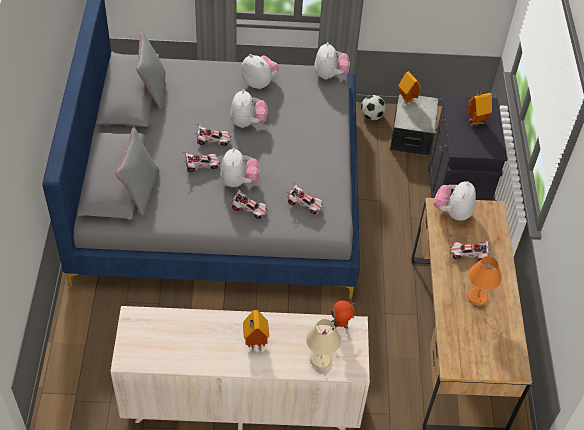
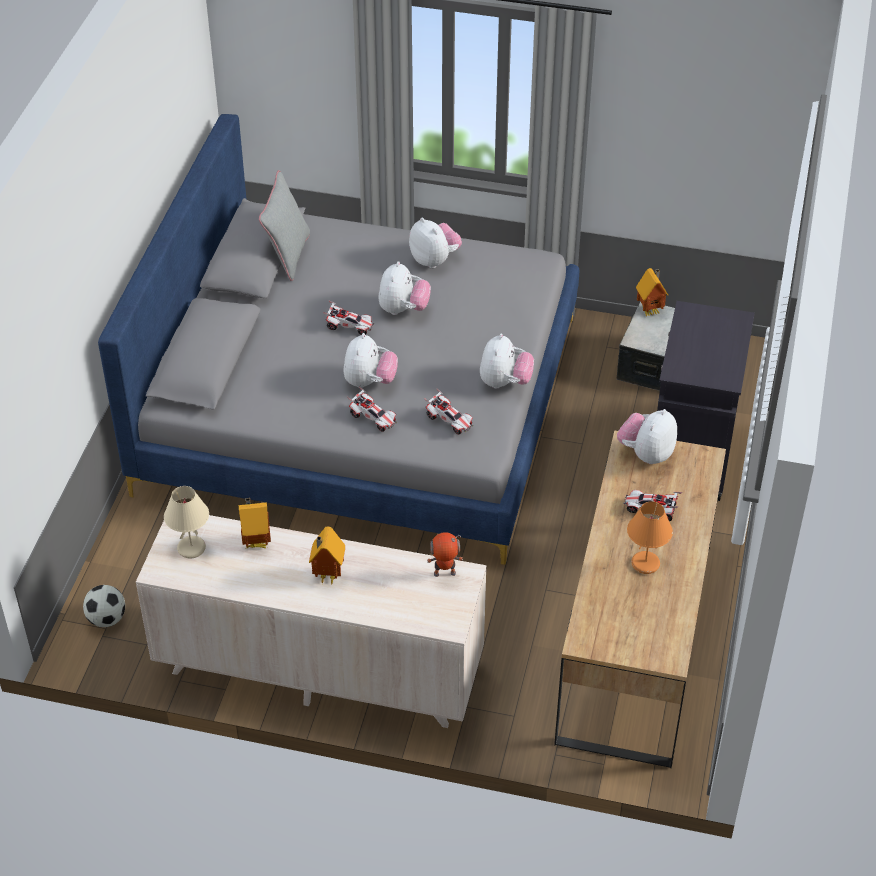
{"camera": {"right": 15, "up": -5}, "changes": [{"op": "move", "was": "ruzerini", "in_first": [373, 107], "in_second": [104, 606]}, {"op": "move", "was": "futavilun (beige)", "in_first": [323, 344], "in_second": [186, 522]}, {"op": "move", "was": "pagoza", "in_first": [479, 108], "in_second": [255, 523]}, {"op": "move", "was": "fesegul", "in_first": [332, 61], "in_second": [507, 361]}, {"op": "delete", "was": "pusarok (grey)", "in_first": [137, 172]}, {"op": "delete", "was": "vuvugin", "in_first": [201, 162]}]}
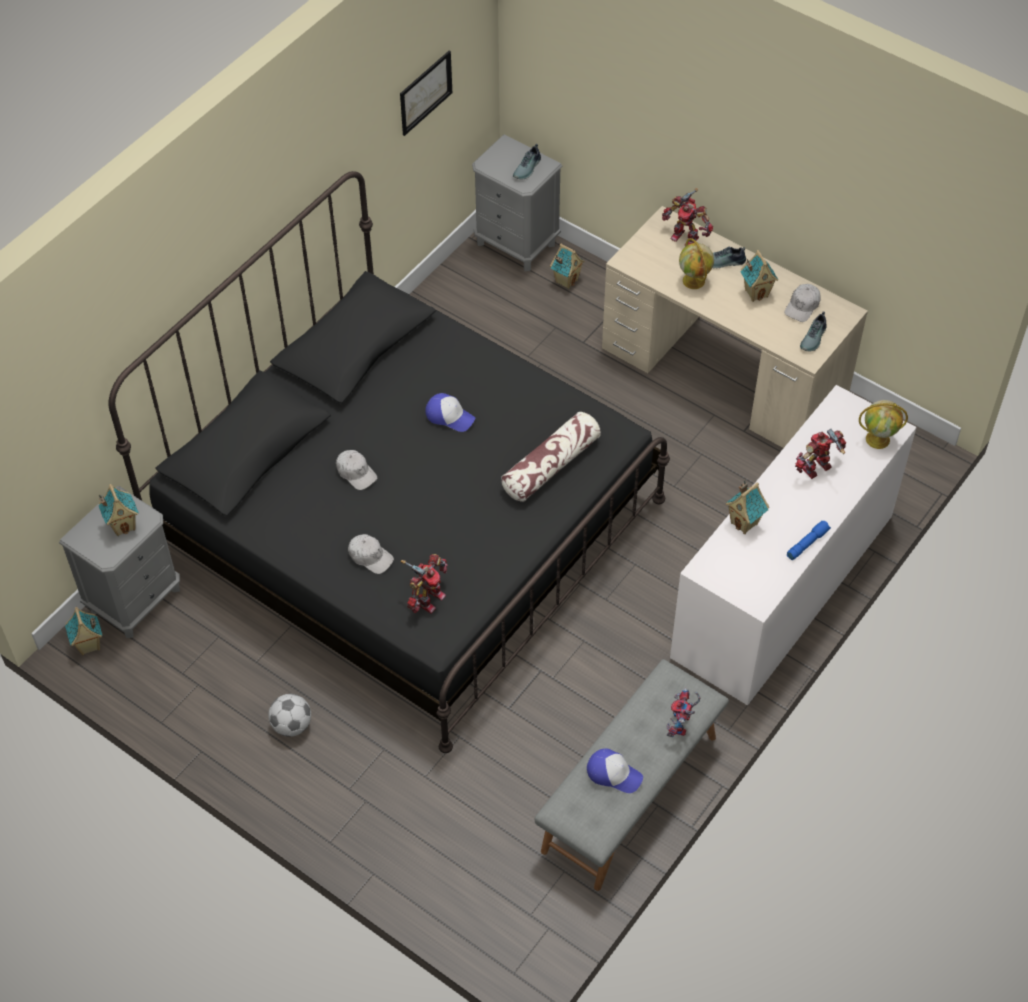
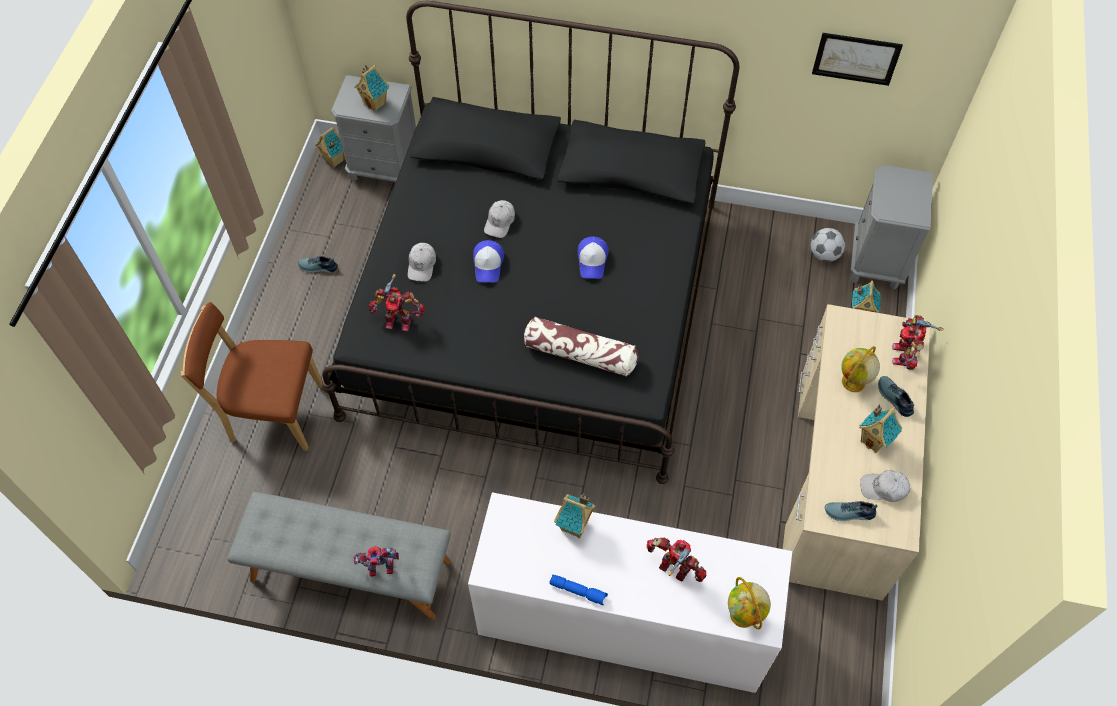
{"camera": {"right": 65, "up": 5}, "changes": [{"op": "insert", "now": "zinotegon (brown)", "in_second": [252, 376]}, {"op": "move", "was": "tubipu", "in_first": [527, 161], "in_second": [318, 264]}, {"op": "move", "was": "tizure", "in_first": [615, 770], "in_second": [488, 261]}, {"op": "move", "was": "ruzerini", "in_first": [289, 715], "in_second": [828, 245]}]}
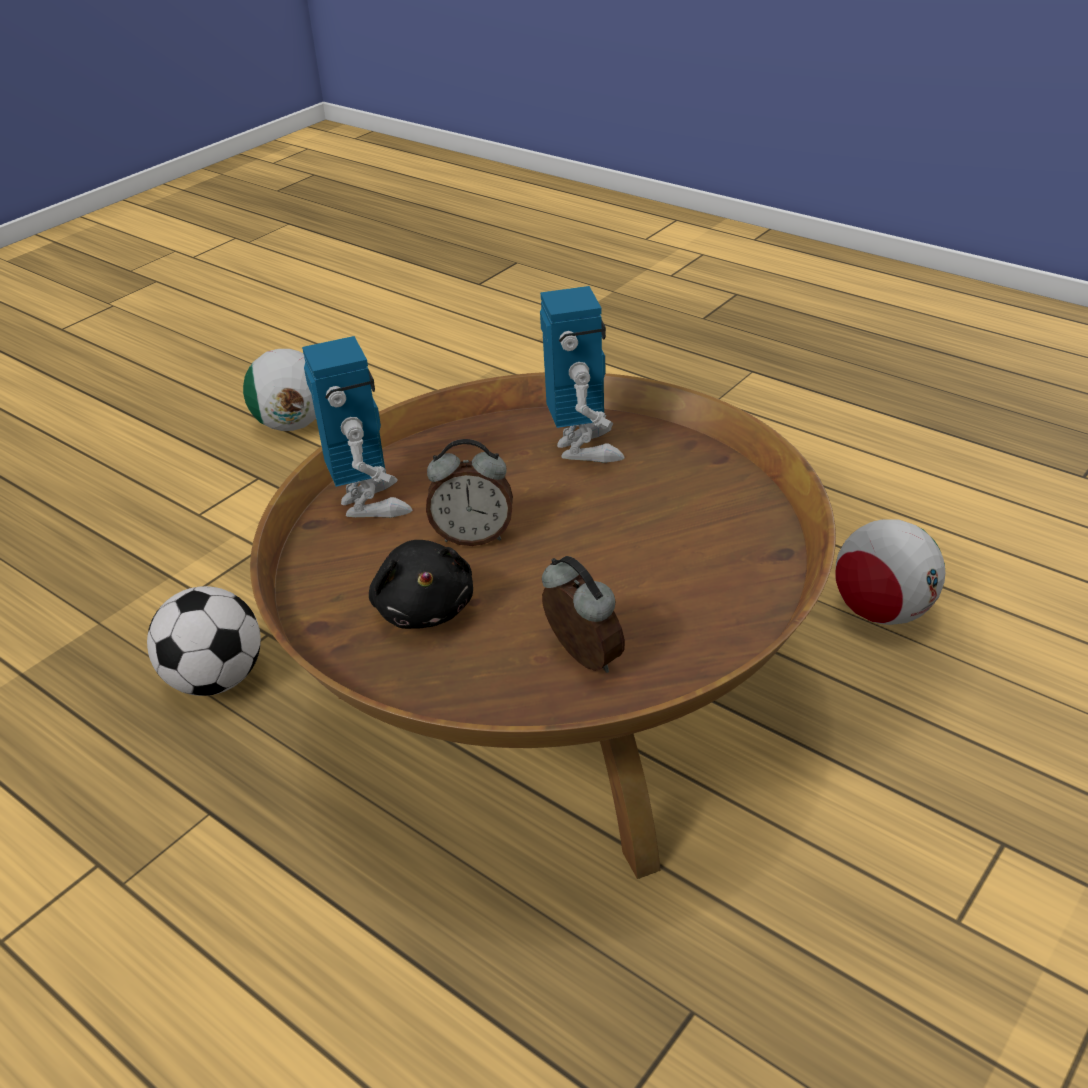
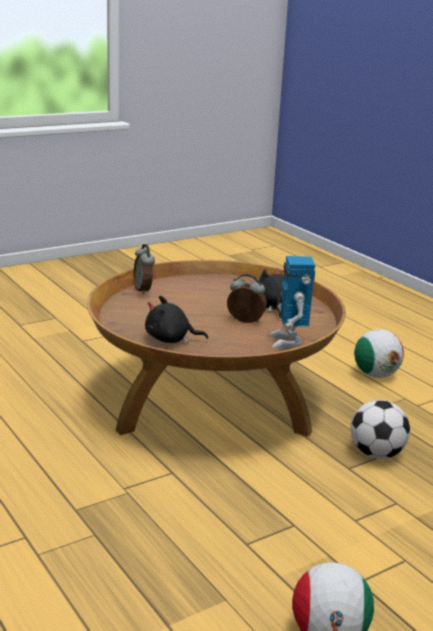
{"camera": {"right": -165, "up": -15}, "changes": [{"op": "move", "was": "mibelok", "in_first": [583, 614], "in_second": [144, 269]}, {"op": "replace", "was": "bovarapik", "now": "fesegul (black)", "in_first": [582, 374], "in_second": [176, 319]}, {"op": "move", "was": "ruzerini", "in_first": [890, 572], "in_second": [379, 353]}]}
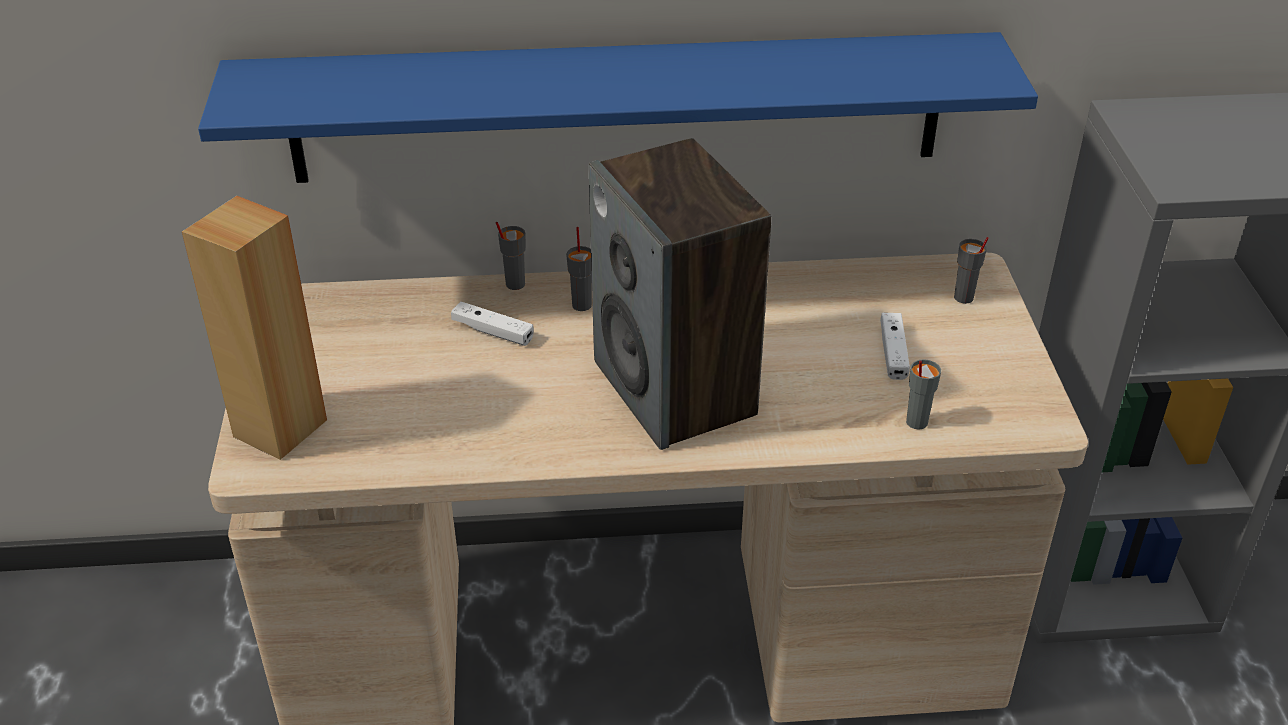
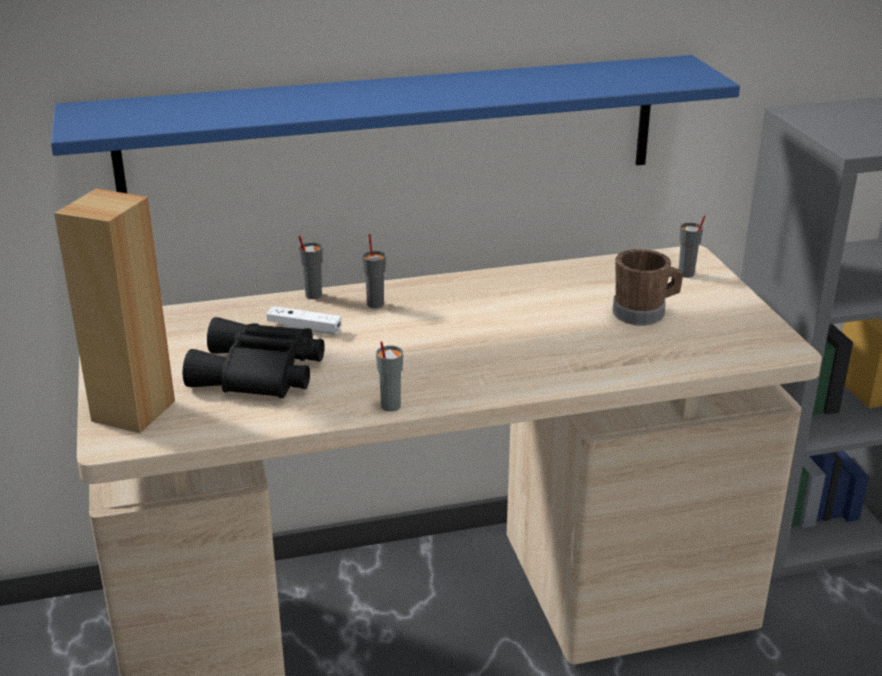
{"camera": {"right": -10, "up": -10}, "changes": [{"op": "insert", "now": "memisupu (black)", "in_second": [254, 357]}, {"op": "move", "was": "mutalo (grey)", "in_first": [923, 394], "in_second": [389, 376]}, {"op": "replace", "was": "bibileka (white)", "now": "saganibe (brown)", "in_first": [895, 346], "in_second": [648, 287]}, {"op": "delete", "was": "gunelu", "in_first": [680, 294]}]}
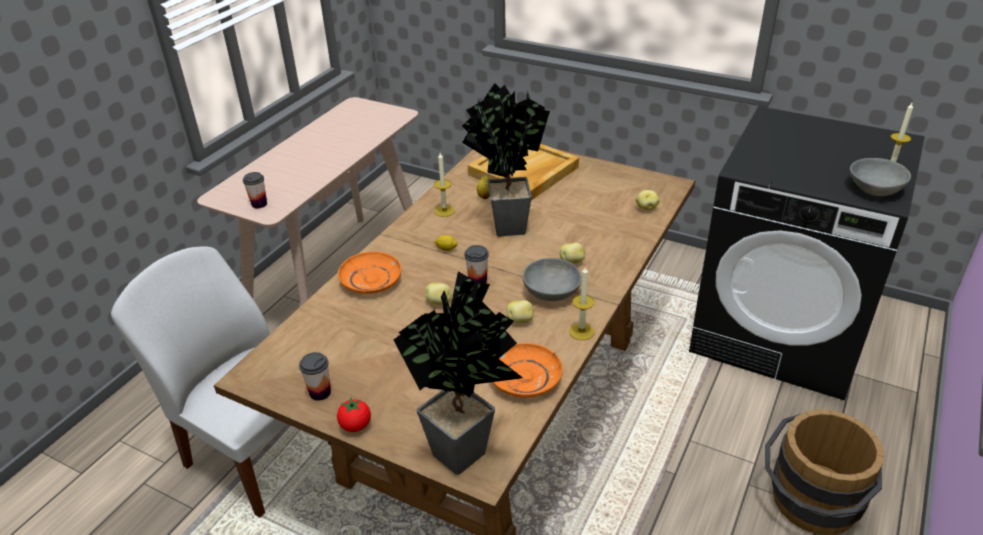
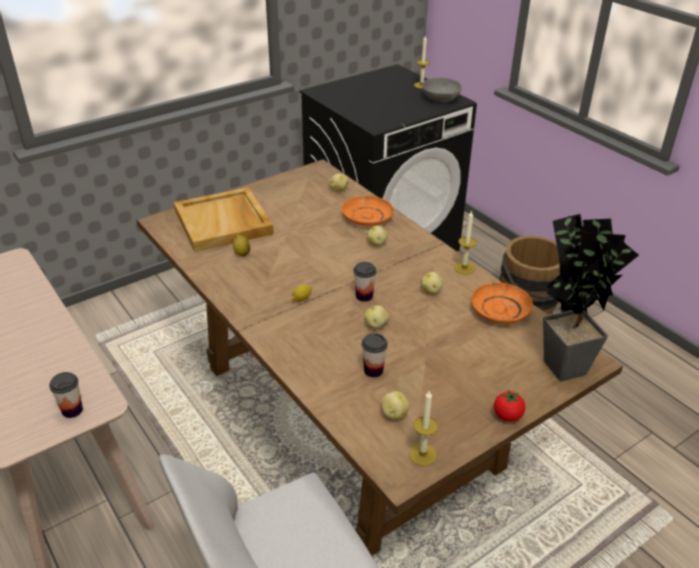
{"camera": {"right": -65, "up": 0}, "changes": [{"op": "move", "was": "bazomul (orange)", "in_first": [370, 273], "in_second": [368, 211]}, {"op": "move", "was": "mutalo", "in_first": [315, 376], "in_second": [375, 355]}, {"op": "insert", "now": "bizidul", "in_second": [395, 405]}, {"op": "move", "was": "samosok", "in_first": [444, 185], "in_second": [423, 428]}, {"op": "delete", "was": "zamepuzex", "in_first": [506, 159]}, {"op": "delete", "was": "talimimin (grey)", "in_first": [552, 279]}]}
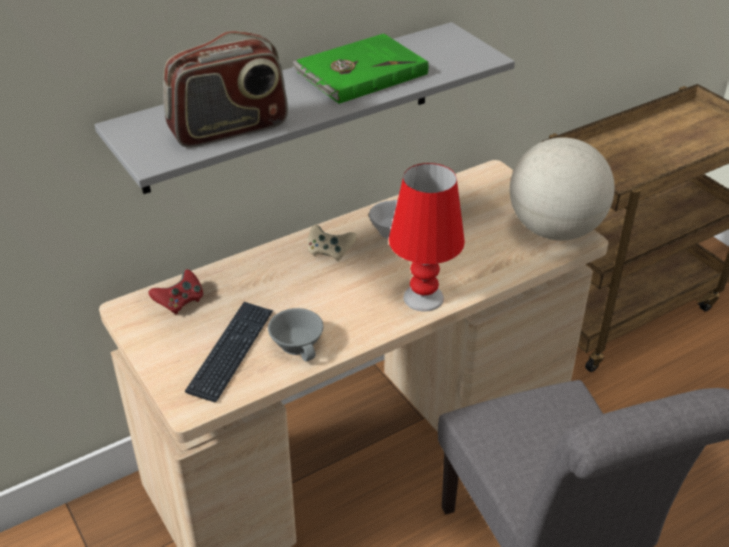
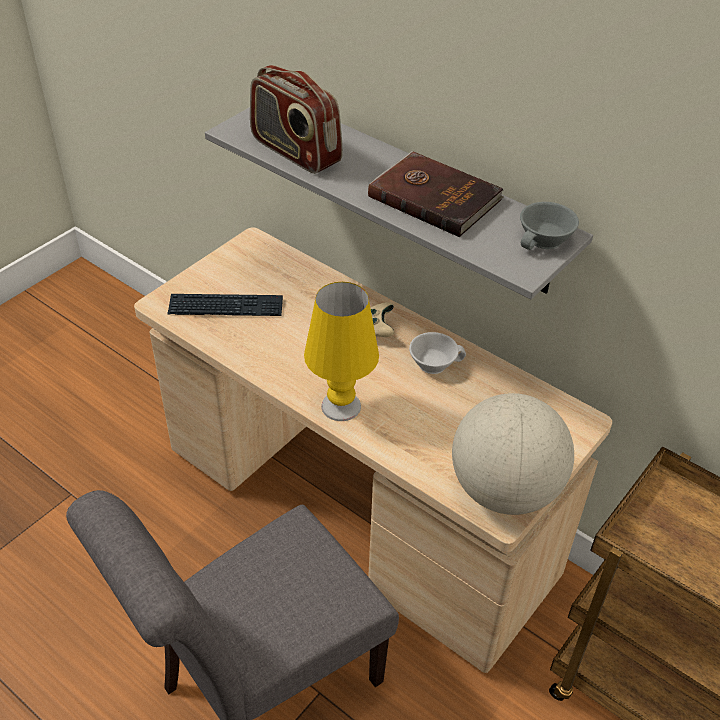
{"camera": {"right": 70, "up": 5}, "changes": [{"op": "recolor", "was": "futavilun (red)", "now": "futavilun (yellow)", "in_first": [427, 237], "in_second": [341, 351]}, {"op": "recolor", "was": "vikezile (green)", "now": "vikezile (brown)", "in_first": [360, 68], "in_second": [436, 194]}, {"op": "move", "was": "mutalo (grey)", "in_first": [296, 335], "in_second": [549, 226]}, {"op": "delete", "was": "bibileka (red)", "in_first": [176, 292]}]}
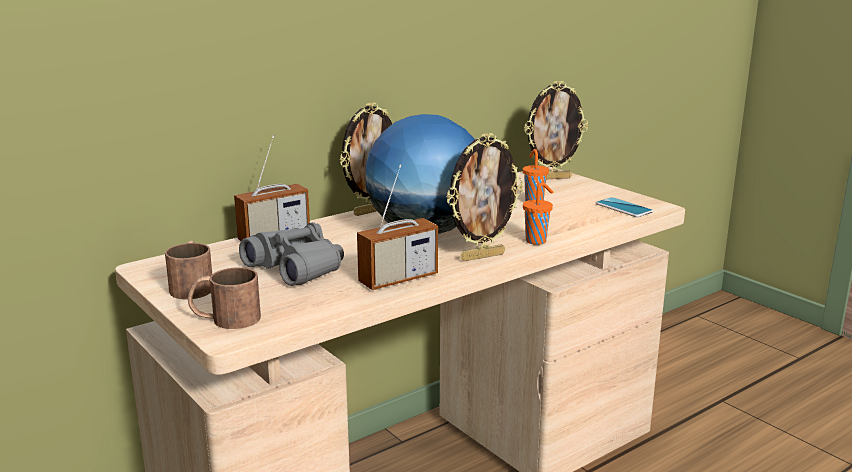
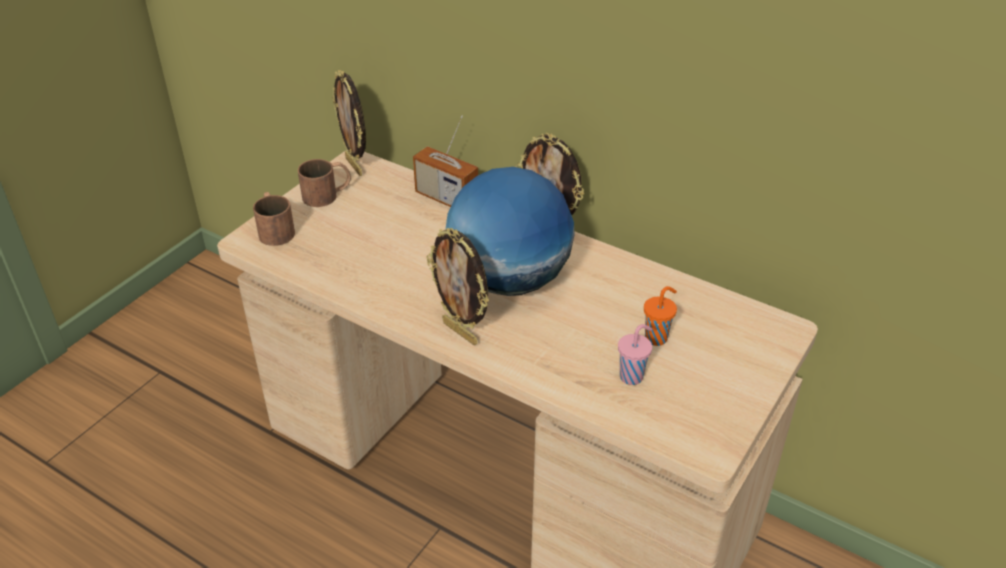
{"camera": {"right": 70, "up": 20}, "changes": [{"op": "move", "was": "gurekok", "in_first": [556, 129], "in_second": [349, 123]}, {"op": "insert", "now": "mutalo (pink)", "in_second": [635, 354]}, {"op": "delete", "was": "memisupu (grey)", "in_first": [291, 254]}, {"op": "delete", "was": "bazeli", "in_first": [397, 227]}, {"op": "delete", "was": "mutalo (orange)", "in_first": [538, 214]}, {"op": "delete", "was": "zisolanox", "in_first": [625, 207]}]}
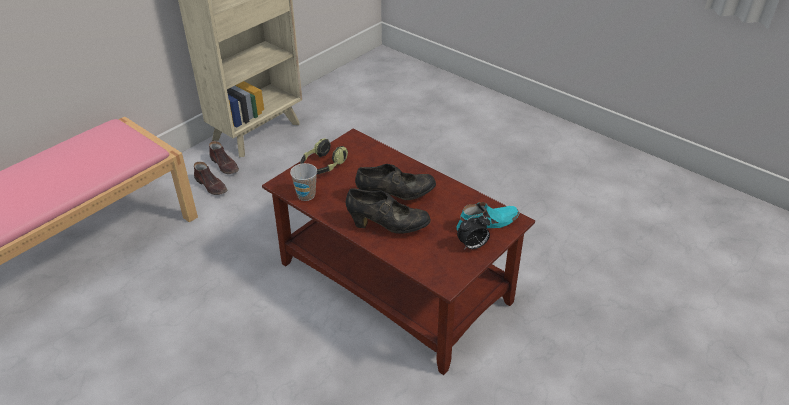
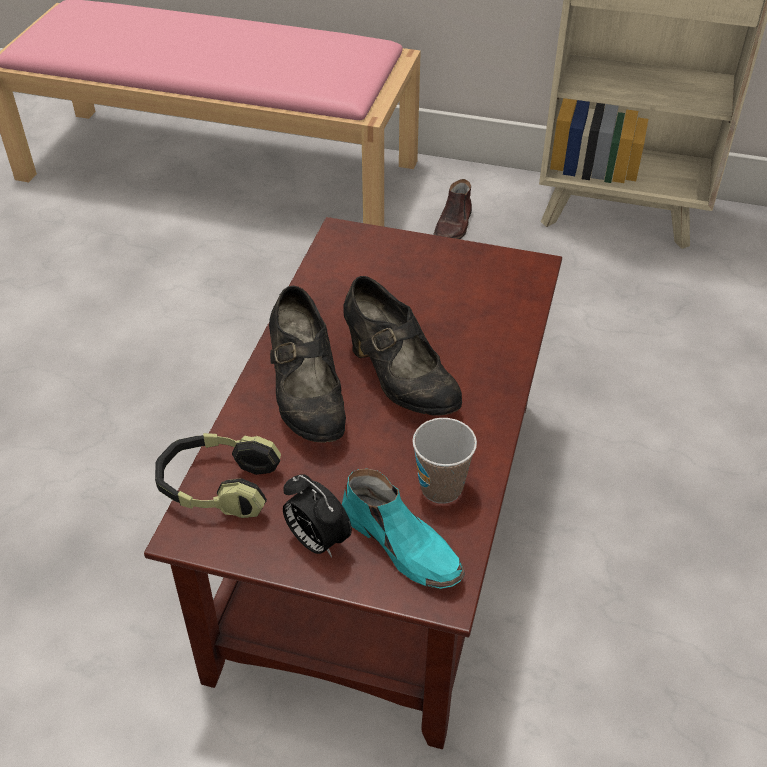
{"camera": {"right": 65, "up": 5}, "changes": [{"op": "move", "was": "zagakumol", "in_first": [324, 156], "in_second": [218, 475]}, {"op": "move", "was": "mutalo", "in_first": [303, 182], "in_second": [444, 460]}, {"op": "delete", "was": "tubipu (brown)", "in_first": [224, 157]}]}
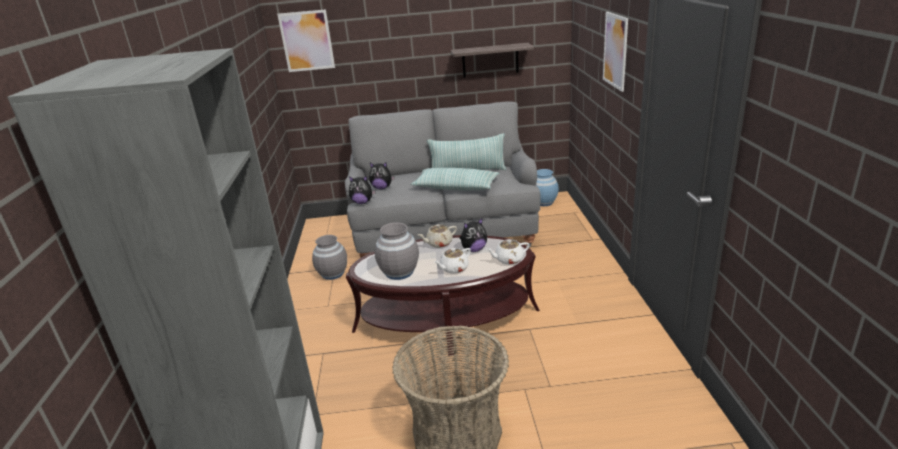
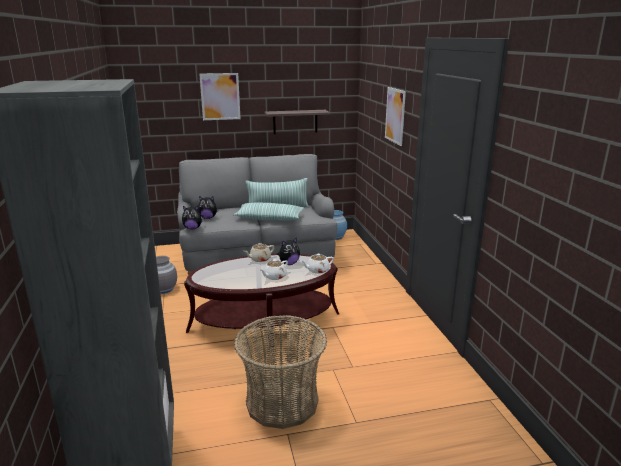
{"camera": {"right": -10, "up": -5}, "changes": [{"op": "move", "was": "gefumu", "in_first": [306, 40], "in_second": [220, 96]}, {"op": "delete", "was": "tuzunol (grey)", "in_first": [396, 251]}]}
